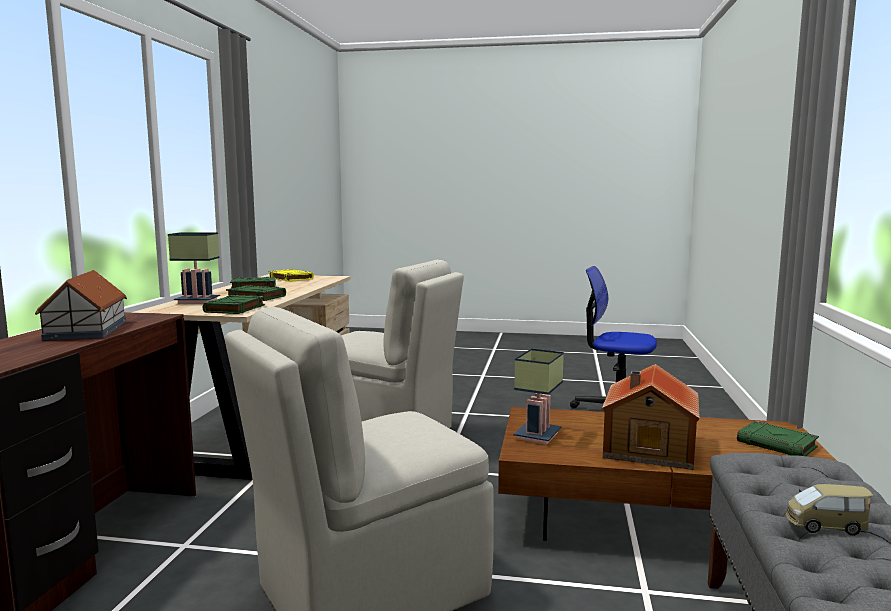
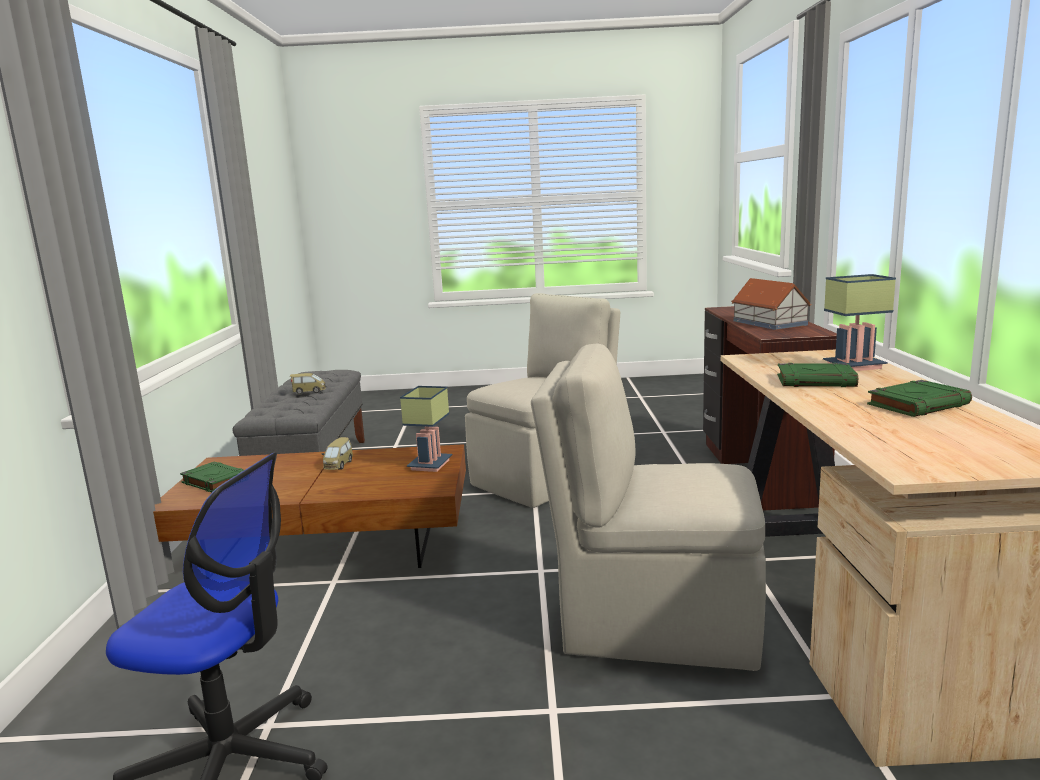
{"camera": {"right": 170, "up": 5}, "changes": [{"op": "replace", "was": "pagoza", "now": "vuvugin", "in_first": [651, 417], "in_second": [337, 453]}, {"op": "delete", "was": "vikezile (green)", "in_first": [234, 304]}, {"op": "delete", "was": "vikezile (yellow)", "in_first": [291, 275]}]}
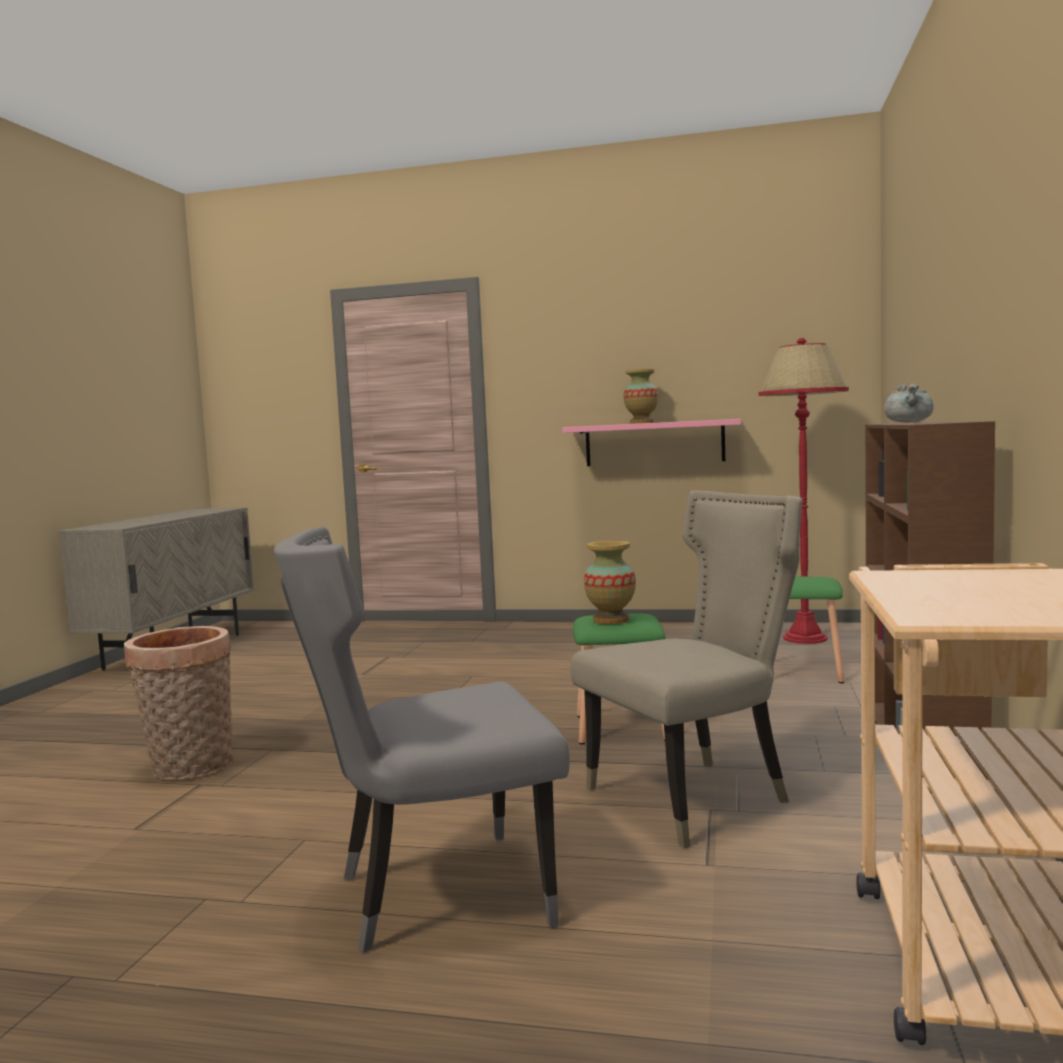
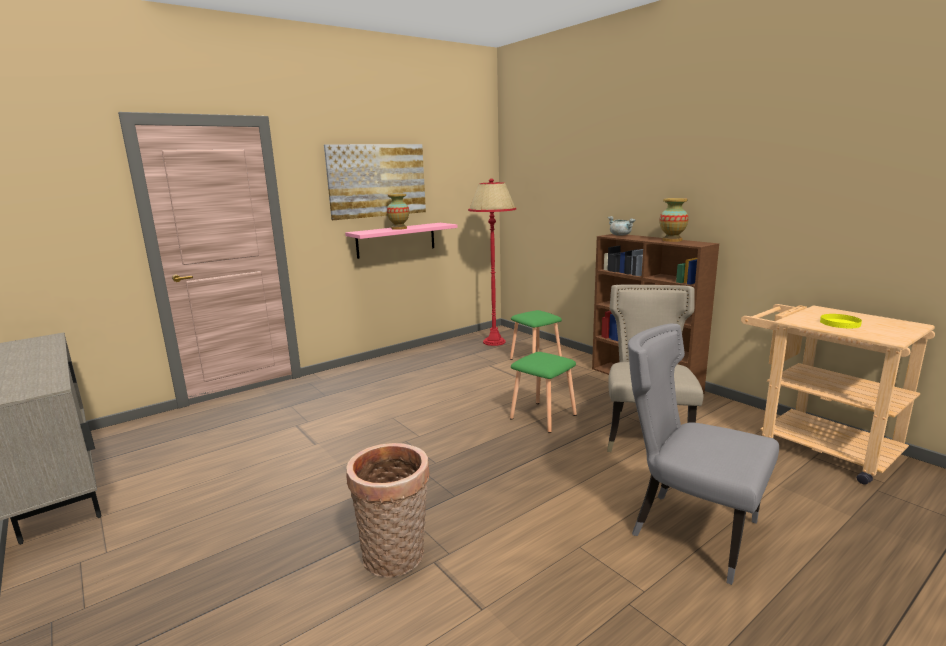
{"camera": {"right": -50, "up": 10}, "changes": [{"op": "insert", "now": "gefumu", "in_second": [375, 182]}, {"op": "rotate", "was": "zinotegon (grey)", "in_first": [422, 740], "in_second": [703, 454], "clockwise": 105}, {"op": "move", "was": "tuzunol", "in_first": [610, 582], "in_second": [674, 220]}, {"op": "insert", "now": "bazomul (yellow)", "in_second": [841, 321]}]}
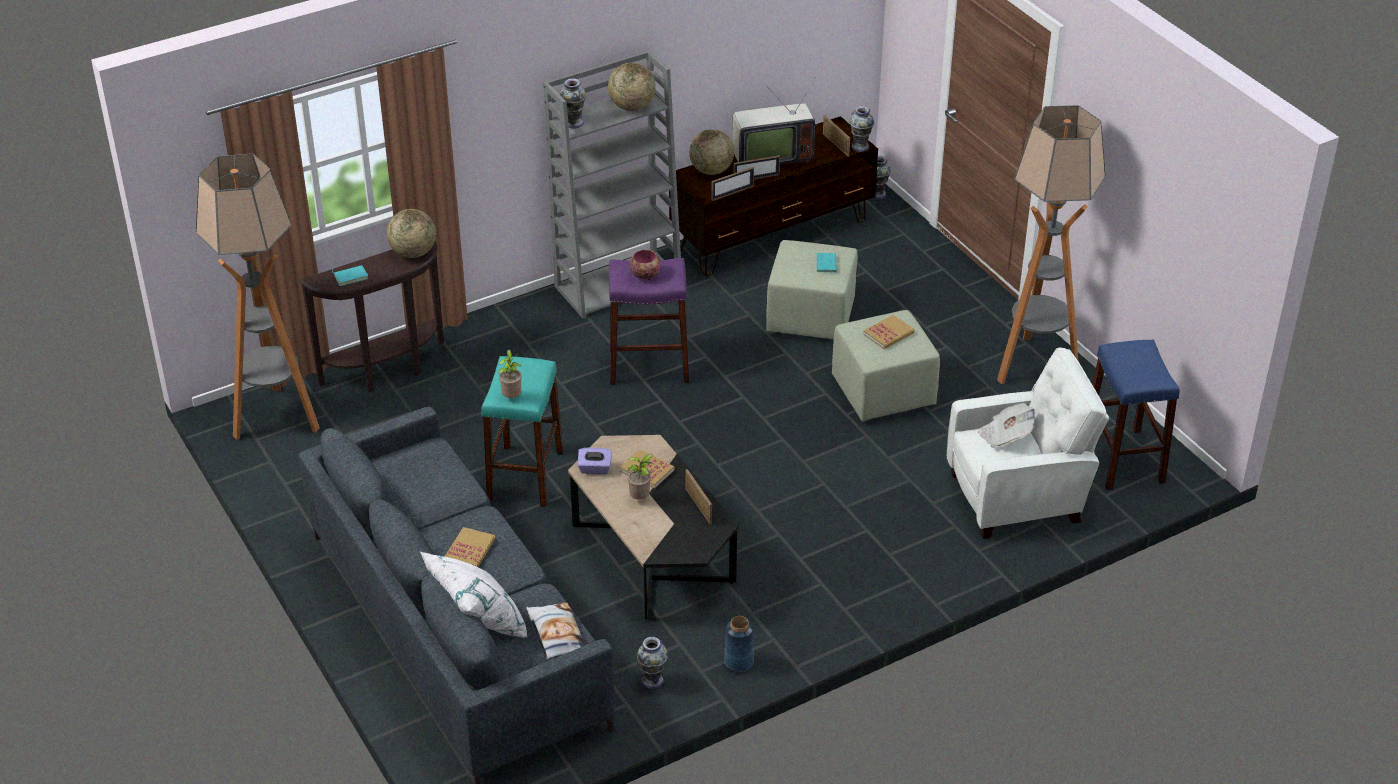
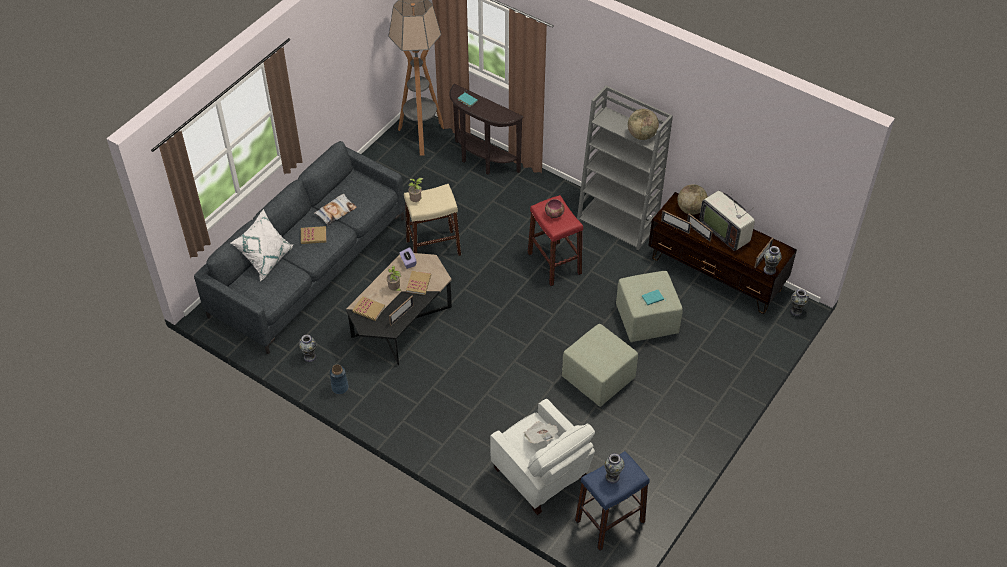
{"camera": {"right": 65, "up": 10}, "changes": [{"op": "move", "was": "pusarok", "in_first": [555, 630], "in_second": [335, 210]}, {"op": "move", "was": "vikezile", "in_first": [888, 332], "in_second": [368, 308]}, {"op": "recolor", "was": "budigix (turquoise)", "now": "budigix (beige)", "in_first": [522, 431], "in_second": [432, 220]}, {"op": "recolor", "was": "budigix (purple)", "now": "budigix (red)", "in_first": [649, 321], "in_second": [555, 240]}, {"op": "move", "was": "tuzunol", "in_first": [573, 103], "in_second": [614, 468]}, {"op": "delete", "was": "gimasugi", "in_first": [411, 233]}, {"op": "delete", "was": "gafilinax", "in_first": [1051, 244]}]}
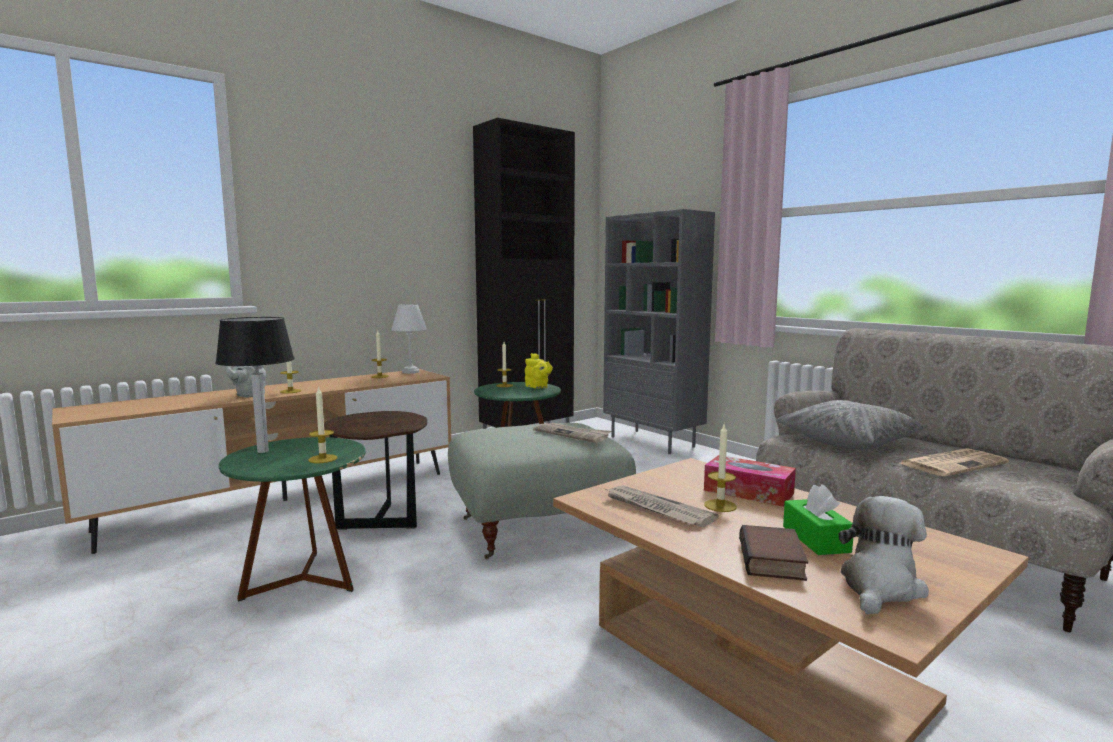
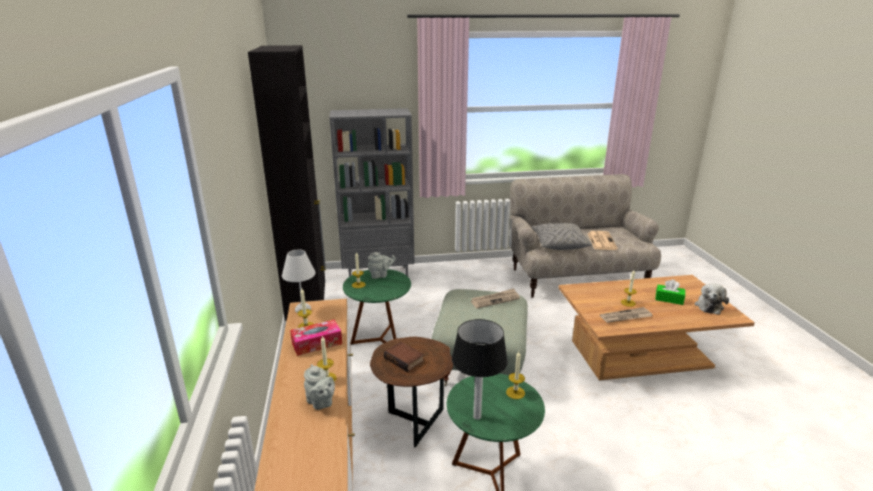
{"camera": {"right": -60, "up": 15}, "changes": [{"op": "move", "was": "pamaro", "in_first": [750, 481], "in_second": [316, 337]}, {"op": "recolor", "was": "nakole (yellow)", "now": "nakole (grey)", "in_first": [539, 371], "in_second": [382, 265]}, {"op": "move", "was": "vikezile", "in_first": [773, 553], "in_second": [404, 357]}, {"op": "rotate", "was": "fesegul", "in_first": [884, 555], "in_second": [712, 299], "clockwise": -135}]}
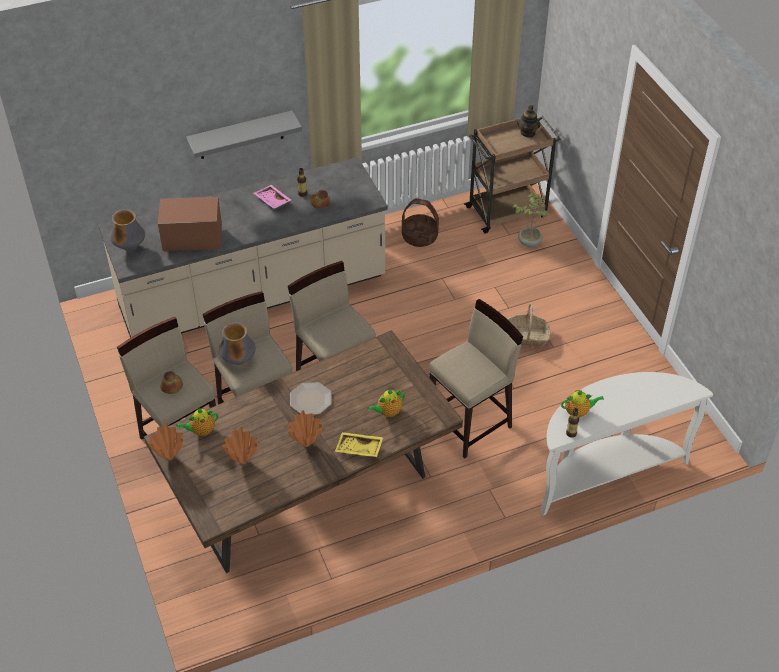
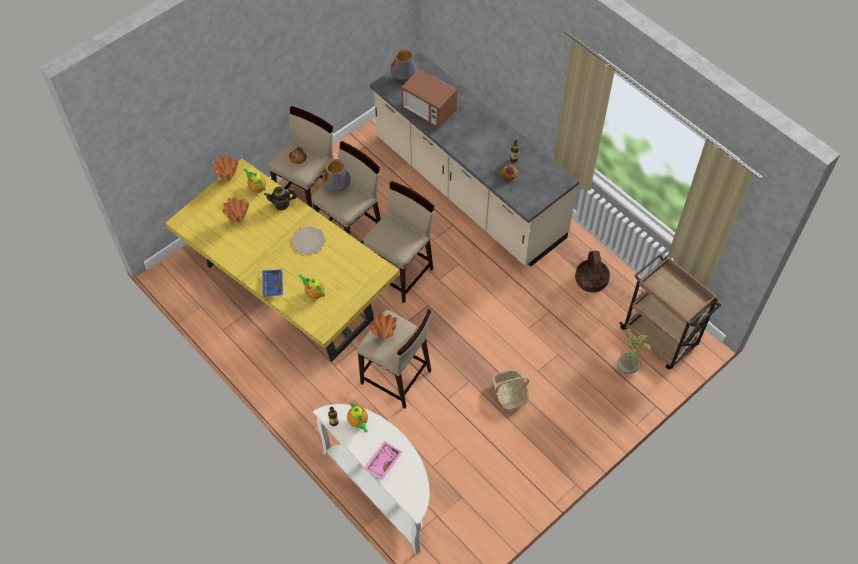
{"camera": {"right": 70, "up": 10}, "changes": [{"op": "recolor", "was": "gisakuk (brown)", "now": "gisakuk (yellow)", "in_first": [303, 451], "in_second": [282, 260]}, {"op": "recolor", "was": "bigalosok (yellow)", "now": "bigalosok (blue)", "in_first": [359, 444], "in_second": [272, 283]}, {"op": "move", "was": "nakole", "in_first": [528, 121], "in_second": [280, 198]}, {"op": "move", "was": "bigalosok (pink)", "in_first": [272, 197], "in_second": [383, 460]}, {"op": "move", "was": "tuzunol (orange)", "in_first": [305, 428], "in_second": [383, 326]}, {"op": "rotate", "was": "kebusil", "in_first": [190, 224], "in_second": [429, 98], "clockwise": 150}, {"op": "delete", "was": "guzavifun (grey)", "in_first": [244, 134]}]}
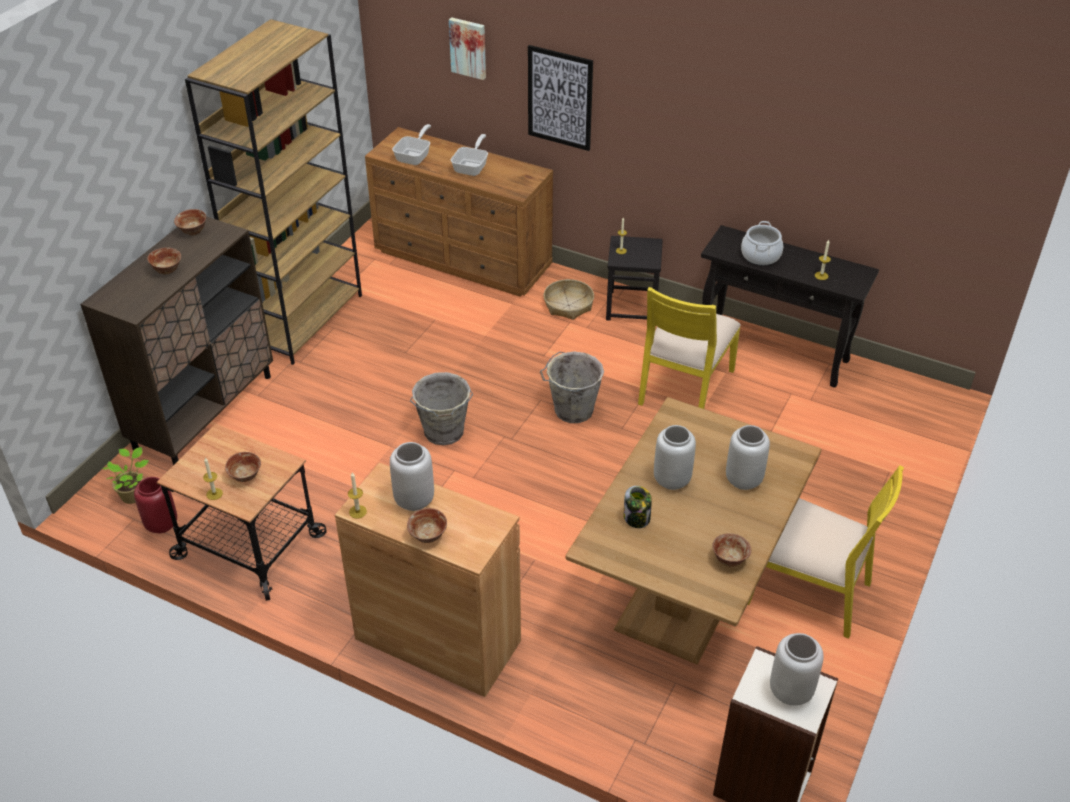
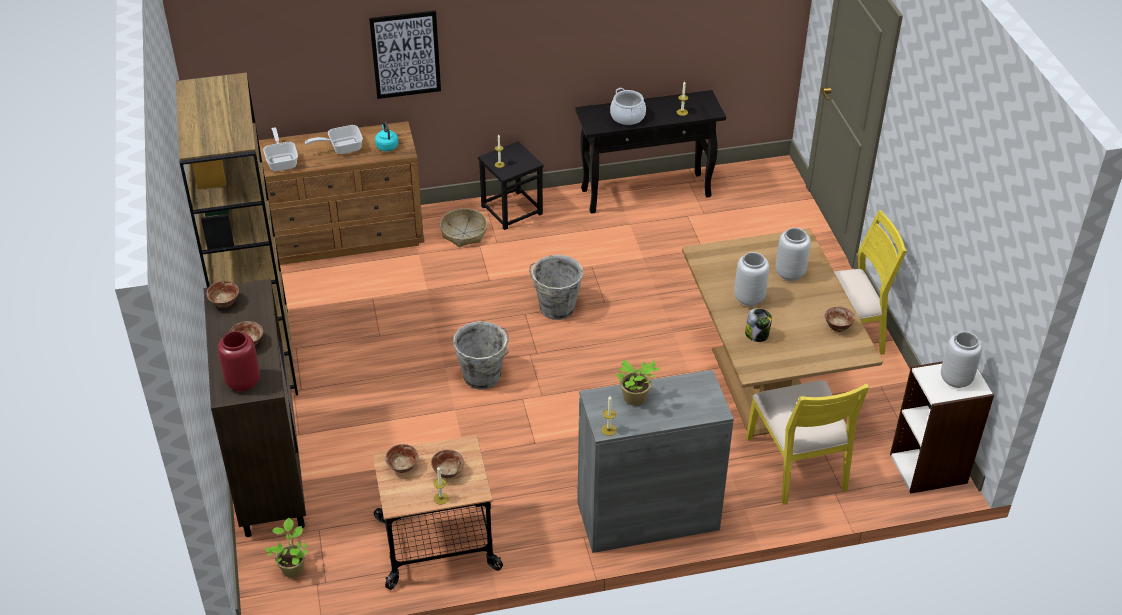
{"camera": {"right": -40, "up": 0}, "changes": [{"op": "move", "was": "tuzunol (red)", "in_first": [155, 505], "in_second": [239, 361]}, {"op": "rotate", "was": "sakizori", "in_first": [469, 155], "in_second": [334, 139], "clockwise": -90}, {"op": "insert", "now": "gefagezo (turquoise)", "in_second": [386, 136]}, {"op": "move", "was": "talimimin", "in_first": [427, 525], "in_second": [401, 458]}, {"op": "recolor", "was": "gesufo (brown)", "now": "gesufo (grey)", "in_first": [428, 579], "in_second": [655, 461]}, {"op": "replace", "was": "tuzunol (grey)", "now": "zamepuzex", "in_first": [412, 476], "in_second": [638, 383]}, {"op": "move", "was": "zinotegon (yellow)", "in_first": [689, 348], "in_second": [807, 442]}, {"op": "delete", "was": "gefumu", "in_first": [467, 48]}]}
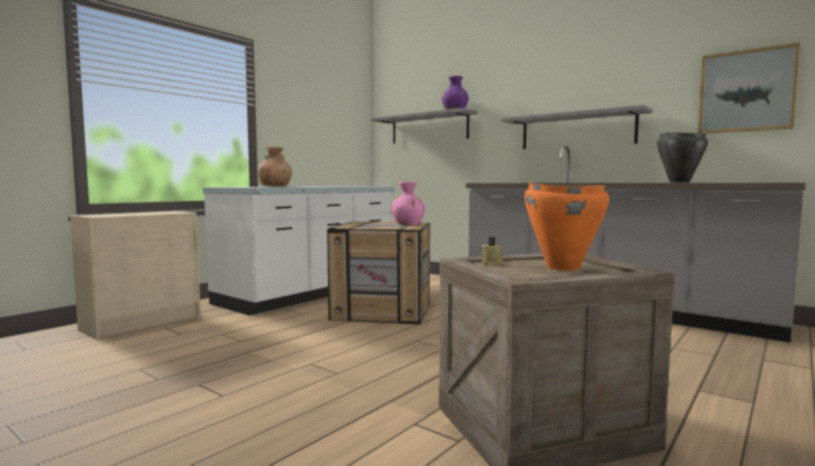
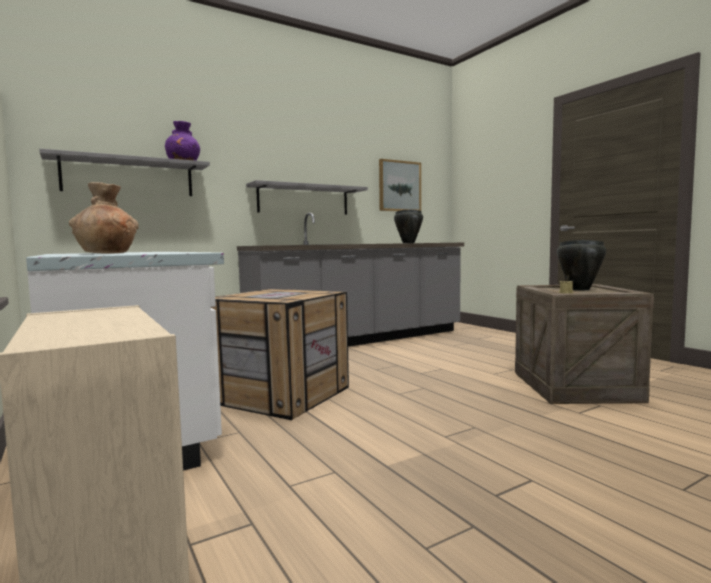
{"camera": {"right": -70, "up": 0}, "changes": [{"op": "recolor", "was": "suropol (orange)", "now": "suropol (black)", "in_first": [567, 226], "in_second": [581, 265]}, {"op": "delete", "was": "tuzunol (pink)", "in_first": [408, 203]}]}
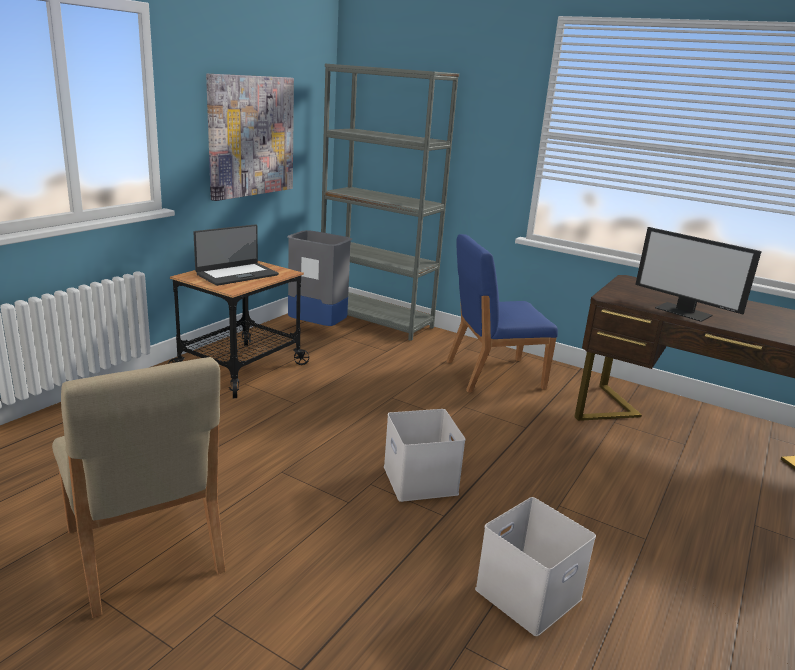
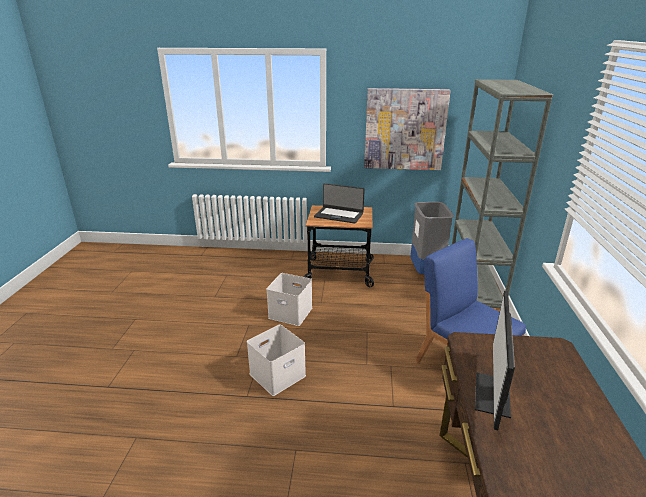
{"camera": {"right": 65, "up": 5}, "changes": [{"op": "move", "was": "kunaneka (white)", "in_first": [535, 566], "in_second": [289, 299]}, {"op": "delete", "was": "zinotegon (beige)", "in_first": [139, 487]}]}
